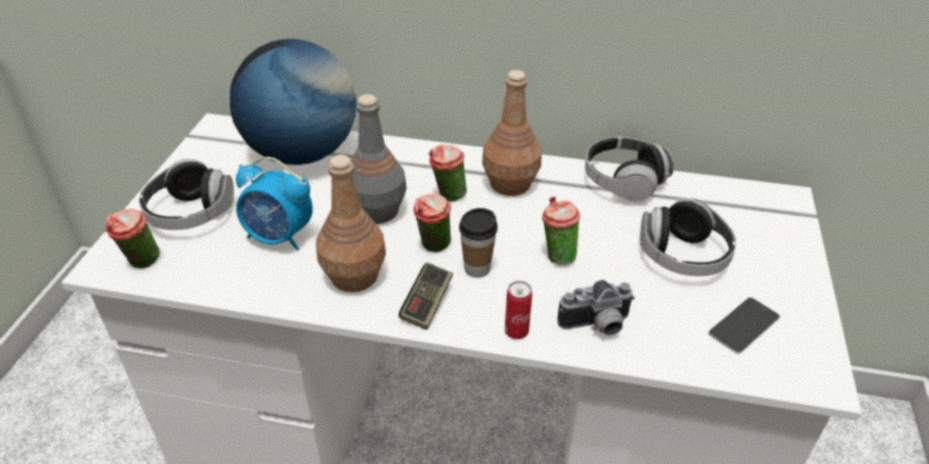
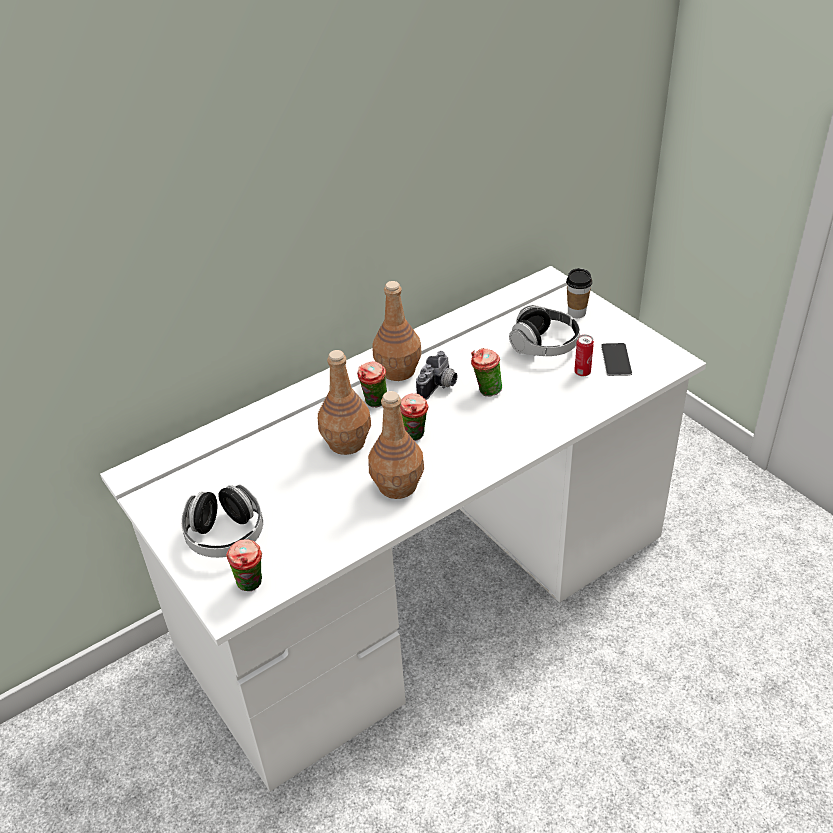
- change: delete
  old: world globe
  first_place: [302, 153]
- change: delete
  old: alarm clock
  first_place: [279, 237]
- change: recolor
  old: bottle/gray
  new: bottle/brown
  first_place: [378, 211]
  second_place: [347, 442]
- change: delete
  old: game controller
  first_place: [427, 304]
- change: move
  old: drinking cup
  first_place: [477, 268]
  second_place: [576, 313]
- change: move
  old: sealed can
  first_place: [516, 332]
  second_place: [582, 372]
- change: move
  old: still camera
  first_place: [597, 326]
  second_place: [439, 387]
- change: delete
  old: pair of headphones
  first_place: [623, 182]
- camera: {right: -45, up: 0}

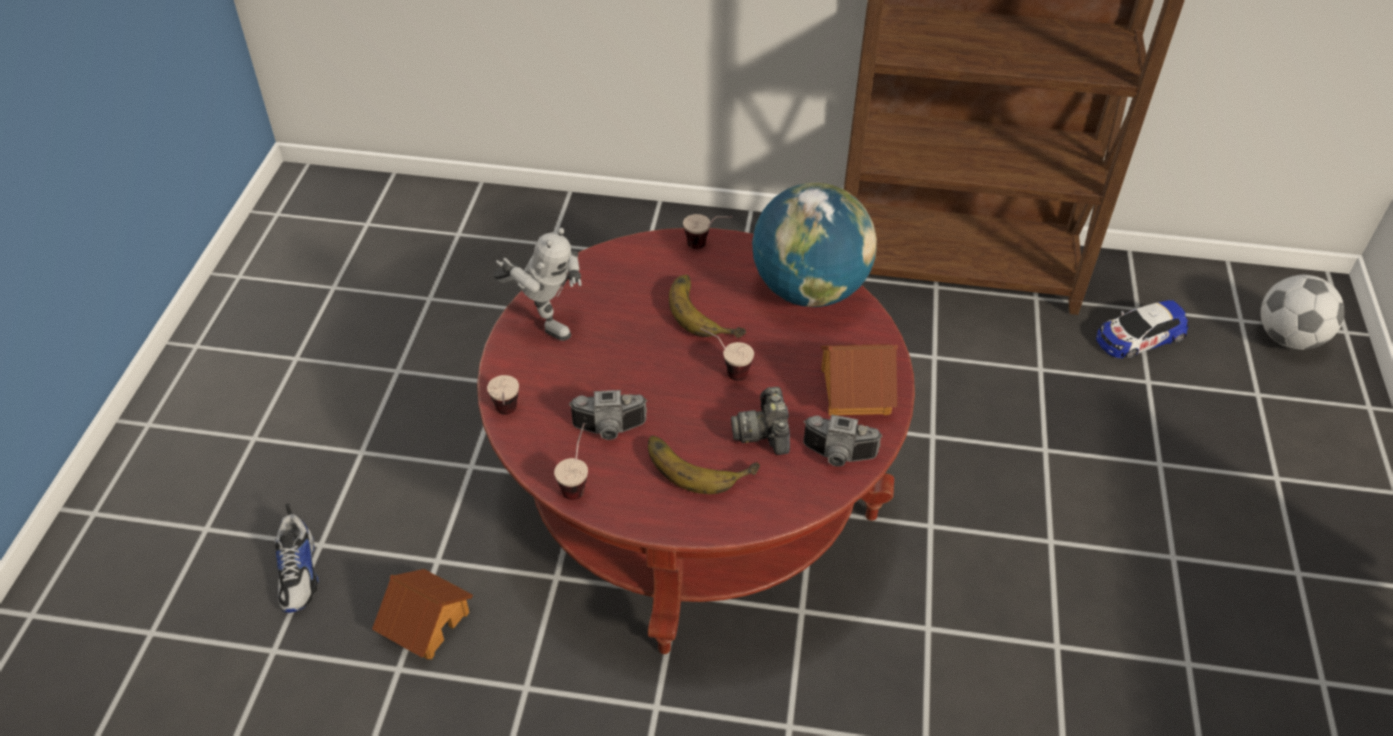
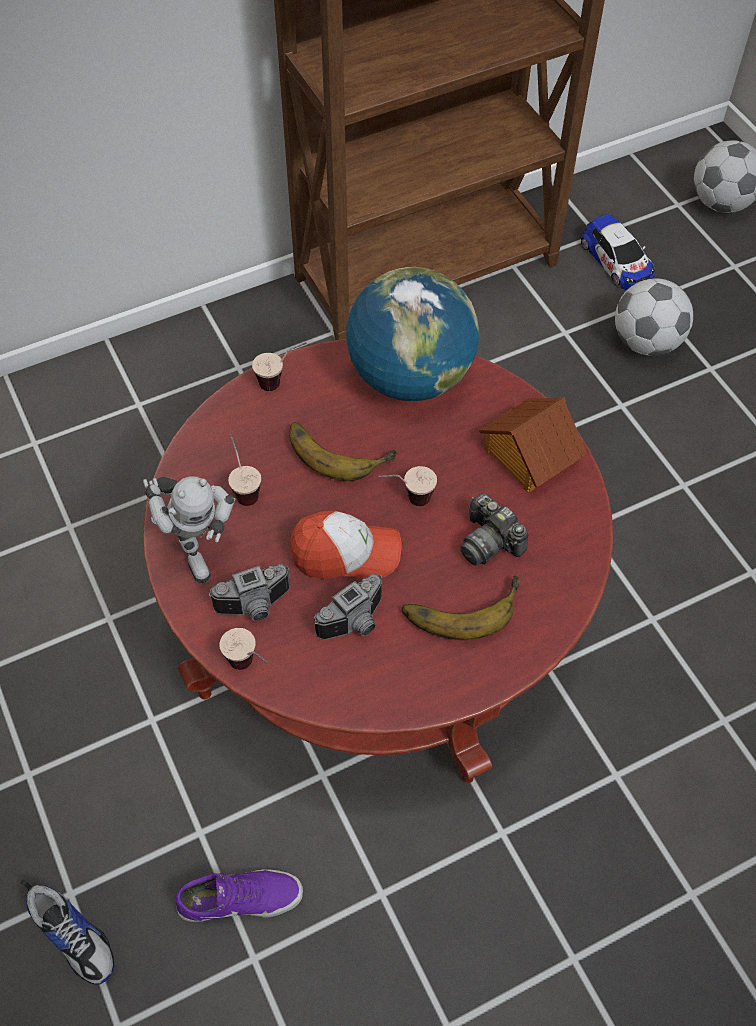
- change: replace
  old: toy house
  new: low shoe/purplish
  first_place: [425, 622]
  second_place: [240, 897]
- change: rotate
  old: robot figure
  first_place: [544, 320]
  second_place: [195, 546]
  degrees: 60
- change: move
  old: drinking cup
  first_place: [577, 481]
  second_place: [243, 487]
- change: move
  old: still camera
  first_place: [838, 457]
  second_place: [255, 607]
- change: rotate
  old: model car
  first_place: [1139, 337]
  second_place: [616, 260]
  degrees: -60
- change: insert
  new: cap
  second_place: [346, 553]
- change: insert
  new: ball for football
  second_place: [646, 342]
- camera: {right: -35, up: 10}

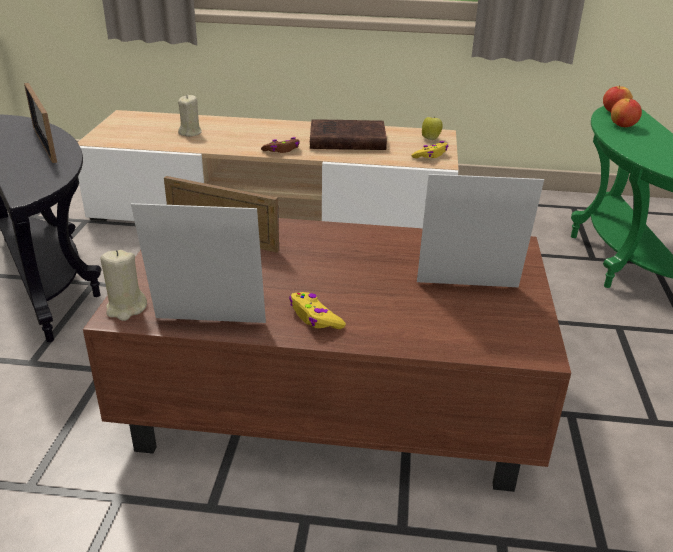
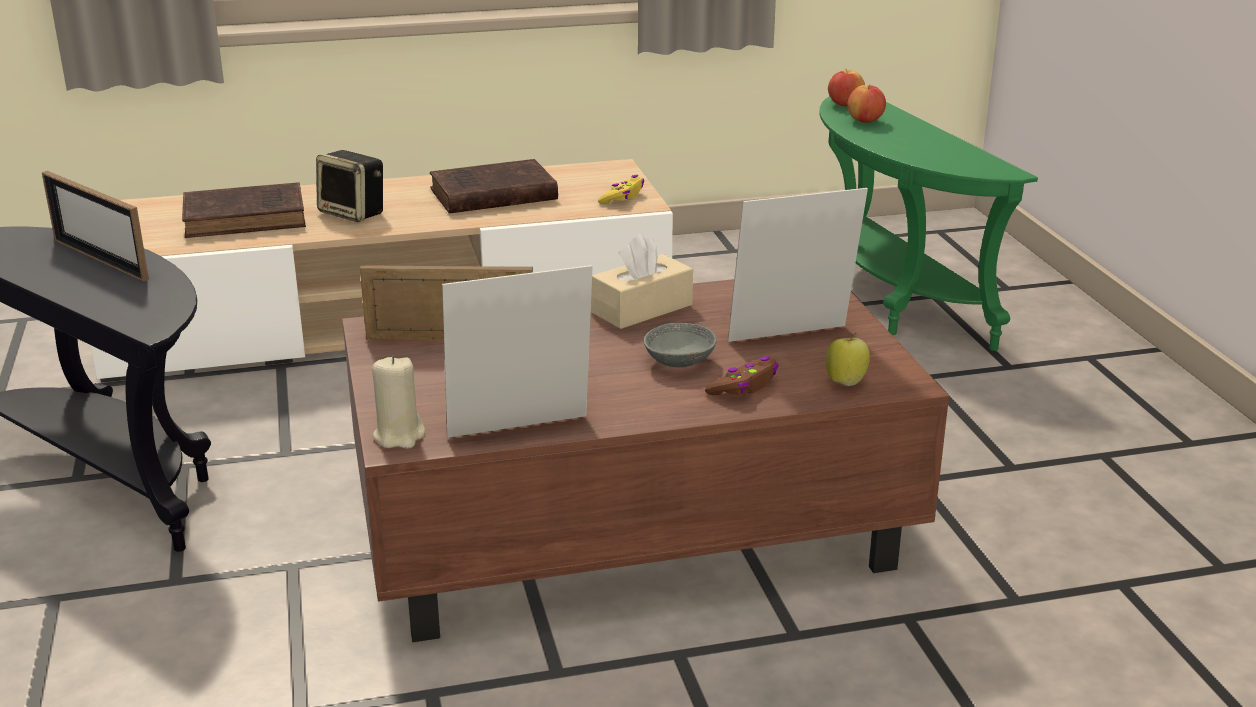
- change: replace
  old: wax candle/beige
  new: book/brown
  first_place: [190, 133]
  second_place: [249, 218]
- change: move
  old: game controller/brown
  first_place: [282, 150]
  second_place: [744, 386]
- change: delete
  old: game controller/yellowish
  first_place: [315, 318]
- change: move
  old: whole apple
  first_place: [430, 139]
  second_place: [845, 381]
- change: insert
  new: audio speaker
  second_place: [354, 213]
- change: insert
  new: tissue box/beige
  second_place: [642, 309]
- change: insert
  new: deep dish/gray
  second_place: [679, 362]
- camera: {right: -20, up: -5}

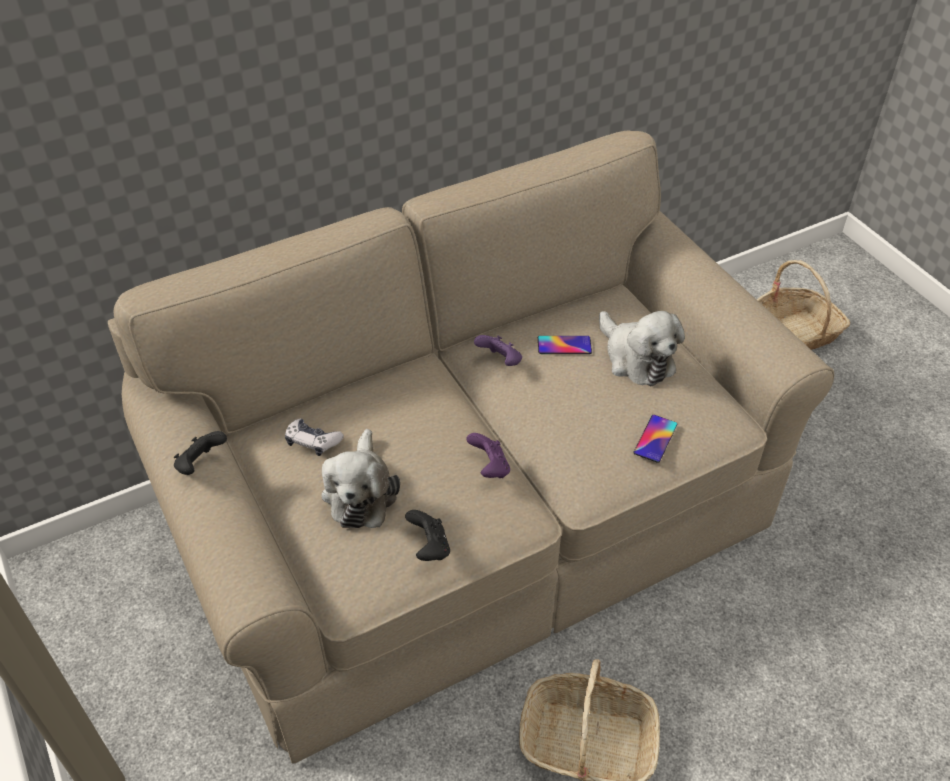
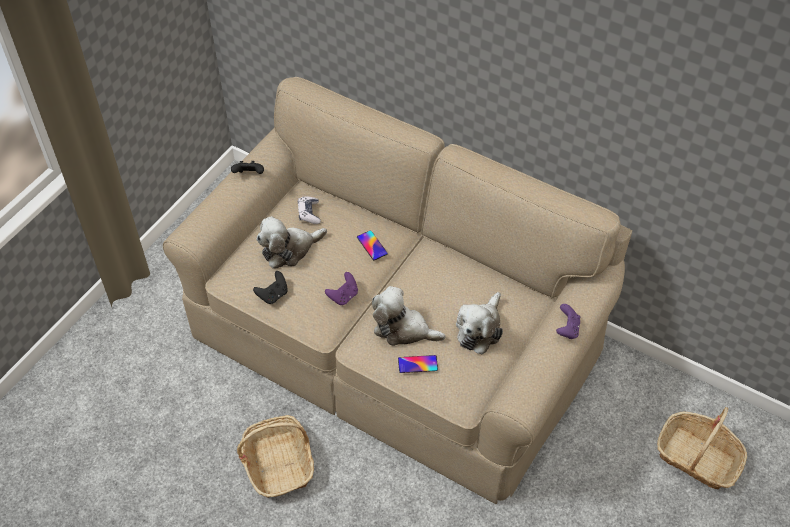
- change: move
  old: game controller/purplish
  first_place: [500, 361]
  second_place: [567, 329]
- change: move
  old: handset
  first_place: [564, 345]
  second_place: [372, 245]
- change: insert
  new: cuddly toy
  second_place: [403, 329]
- camera: {right: 60, up: 5}

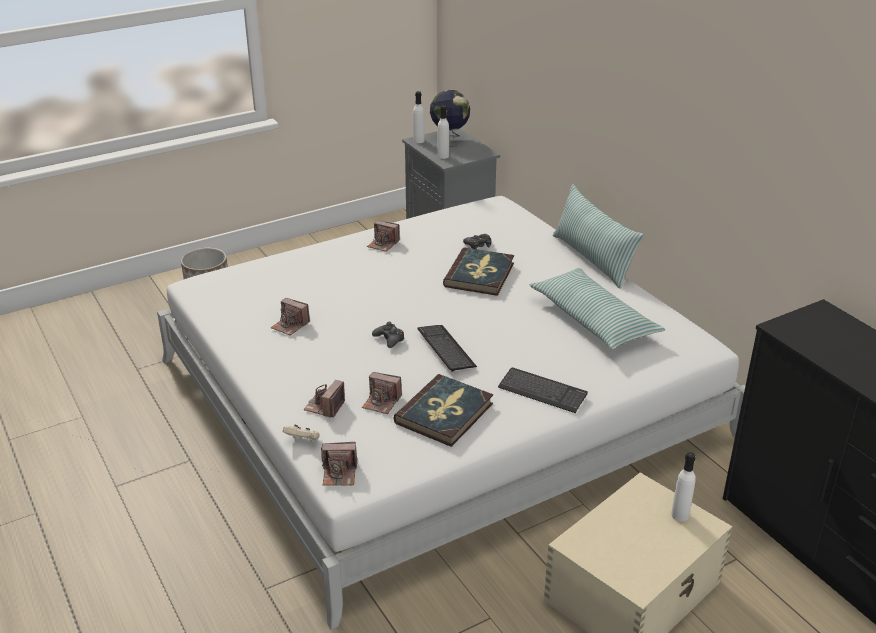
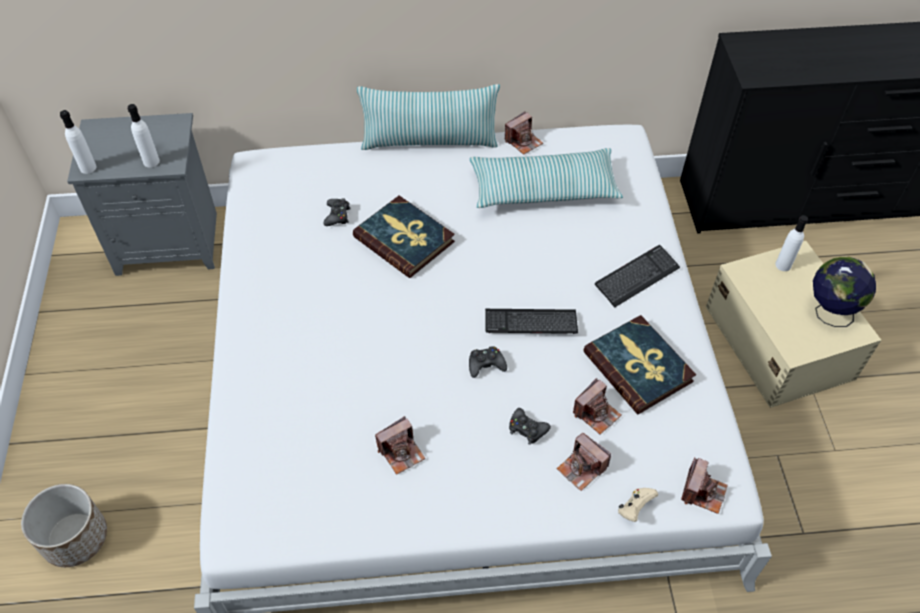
- change: move
  old: still camera
  first_place: [383, 244]
  second_place: [523, 141]
- change: move
  old: world globe
  first_place: [449, 139]
  second_place: [829, 313]
- change: insert
  new: game controller/blackish
  second_place: [527, 429]
- camera: {right: -65, up: 20}

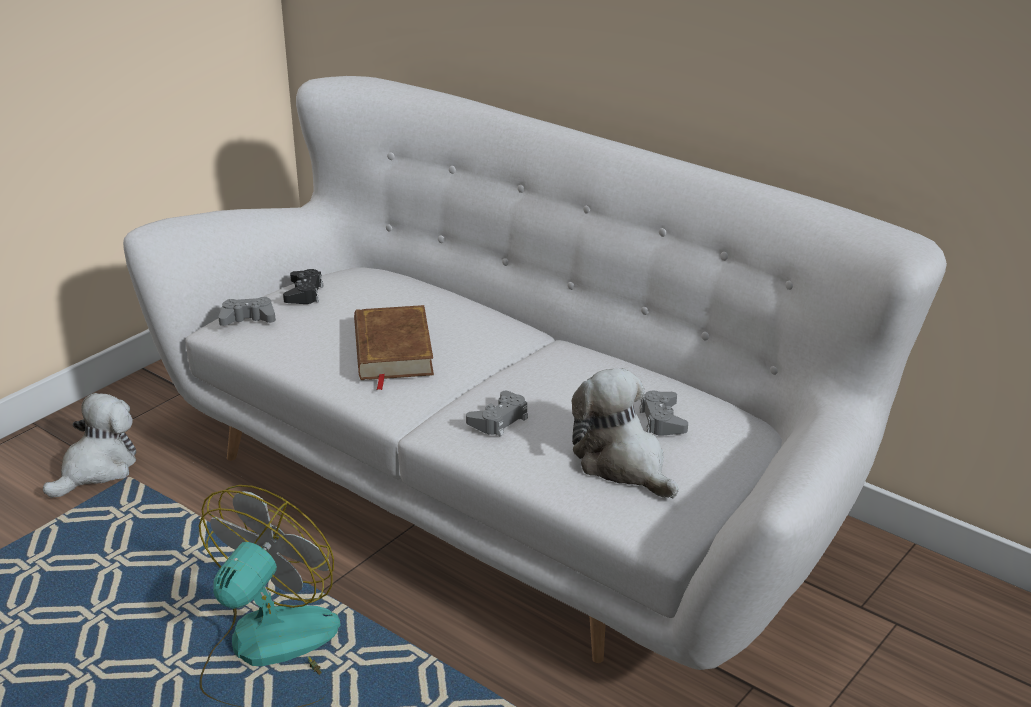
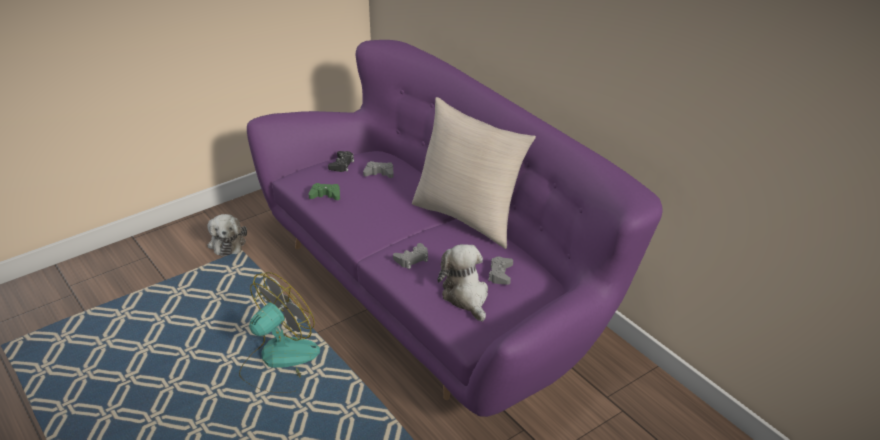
- change: rotate
  old: cuddly toy
  first_place: [97, 469]
  second_place: [227, 242]
  degrees: 120
- change: recolor
  old: settee/whitish
  new: settee/purplish
  first_place: [514, 501]
  second_place: [439, 299]
- change: move
  old: game controller/gray
  first_place: [248, 318]
  second_place: [379, 173]
- change: delete
  old: book/brown
  first_place: [392, 350]
- change: insert
  new: game controller/green-coloured
  second_place: [325, 195]
- change: insert
  new: pillow/beige
  second_place: [469, 217]
- camera: {right: 15, up: 5}

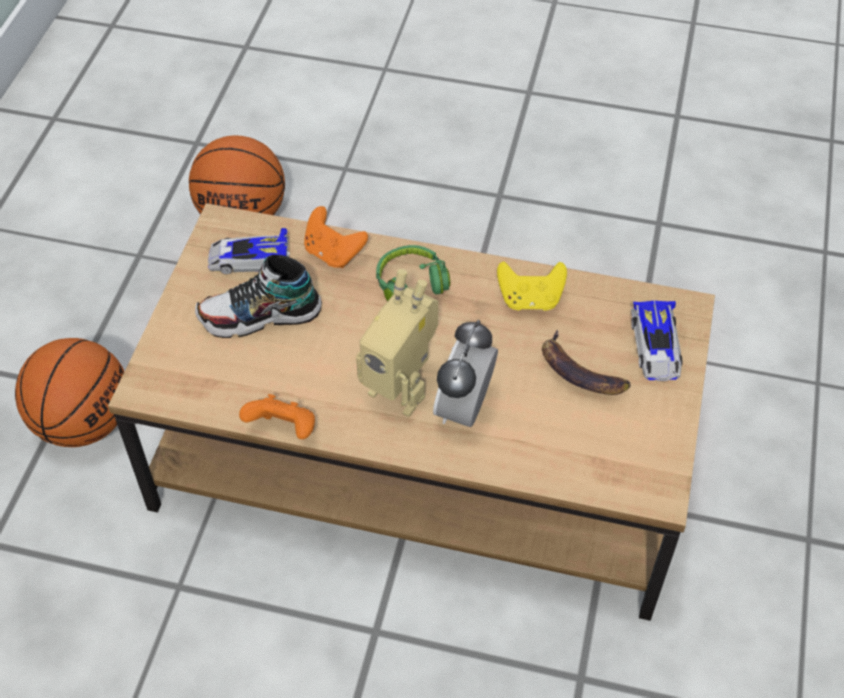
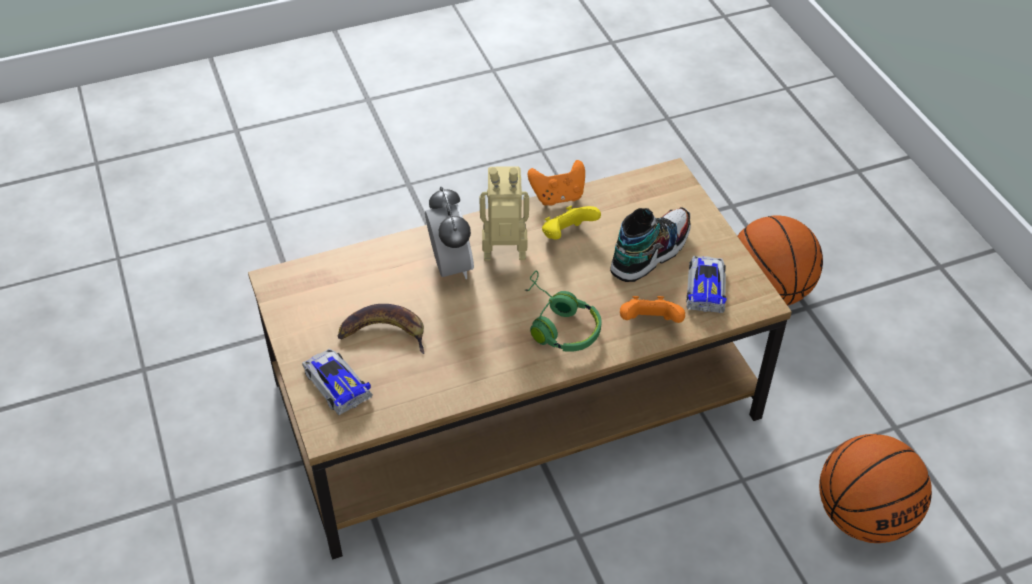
- change: rotate
  old: model car
  first_place: [249, 259]
  second_place: [705, 286]
  degrees: -45
- change: move
  old: game controller/yellowish
  first_place: [530, 300]
  second_place: [567, 235]
- camera: {right: 145, up: -5}

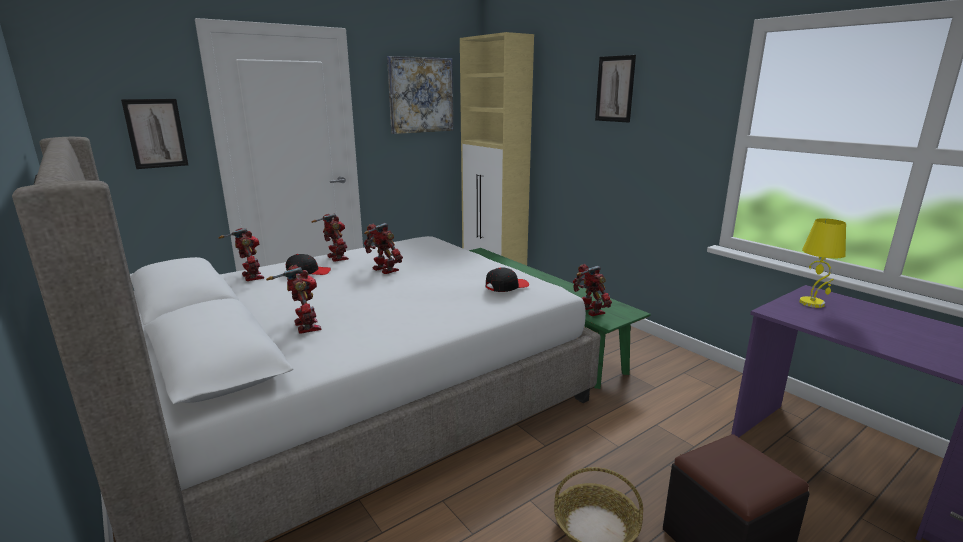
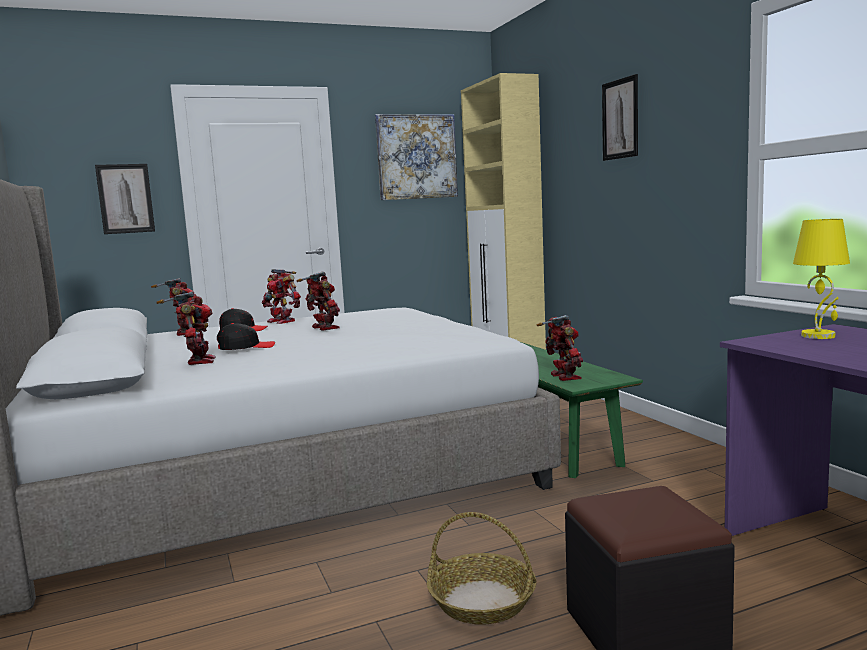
- change: rotate
  old: robot figure
  first_place: [336, 258]
  second_place: [283, 321]
  degrees: 150
- change: move
  old: cap/blackish
  first_place: [506, 286]
  second_place: [246, 347]
- camera: {right: 15, up: -10}

